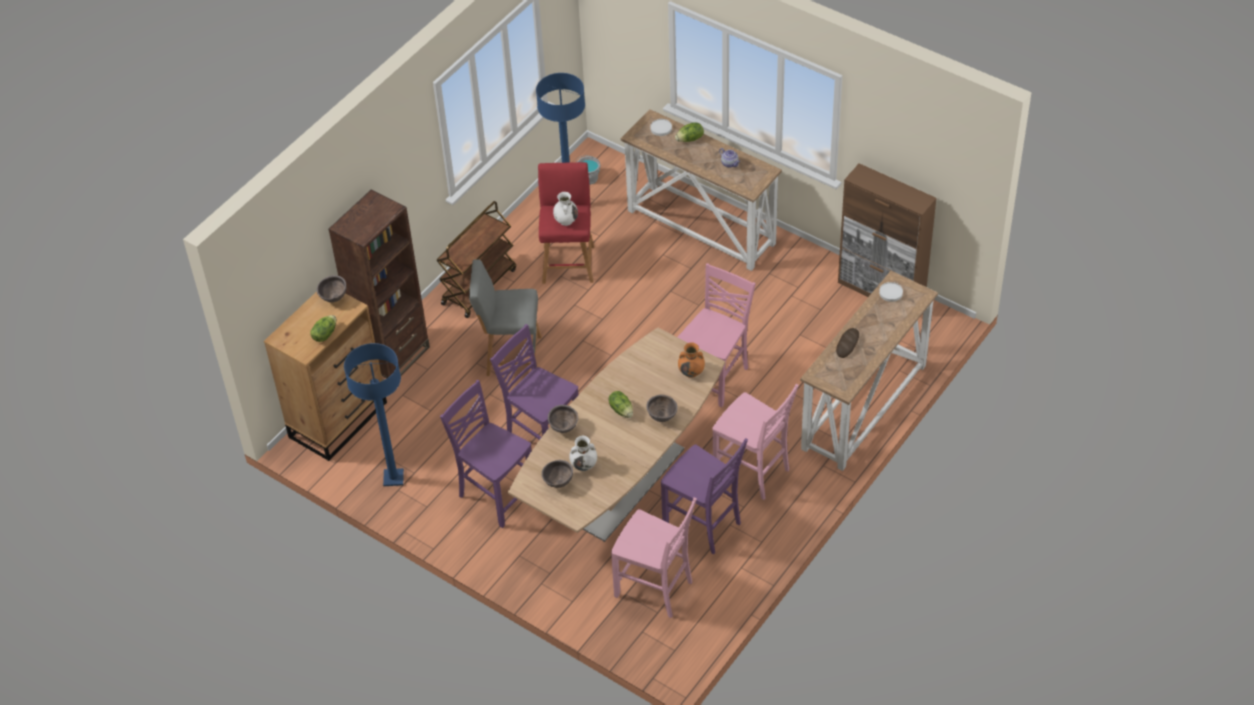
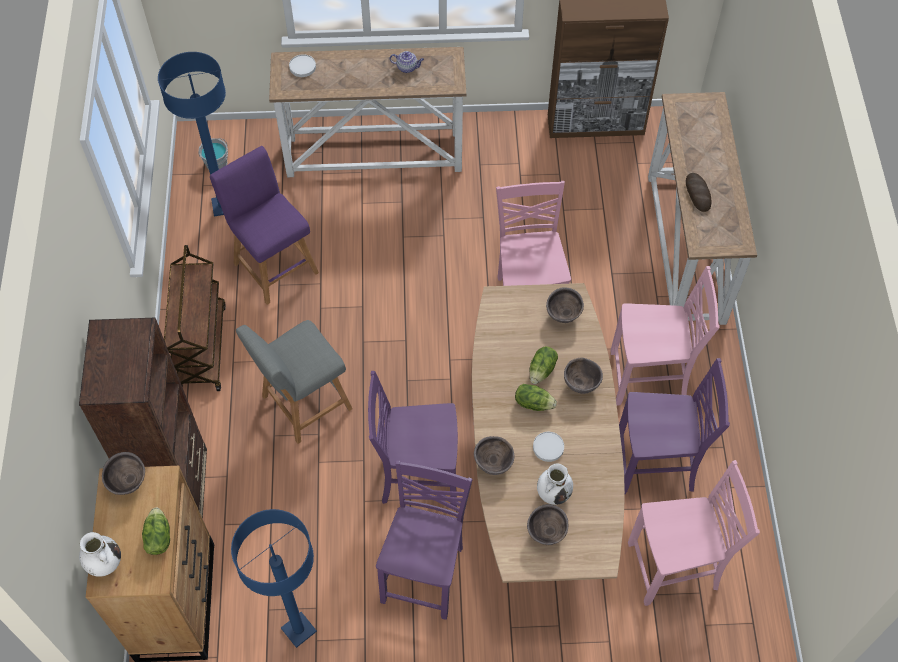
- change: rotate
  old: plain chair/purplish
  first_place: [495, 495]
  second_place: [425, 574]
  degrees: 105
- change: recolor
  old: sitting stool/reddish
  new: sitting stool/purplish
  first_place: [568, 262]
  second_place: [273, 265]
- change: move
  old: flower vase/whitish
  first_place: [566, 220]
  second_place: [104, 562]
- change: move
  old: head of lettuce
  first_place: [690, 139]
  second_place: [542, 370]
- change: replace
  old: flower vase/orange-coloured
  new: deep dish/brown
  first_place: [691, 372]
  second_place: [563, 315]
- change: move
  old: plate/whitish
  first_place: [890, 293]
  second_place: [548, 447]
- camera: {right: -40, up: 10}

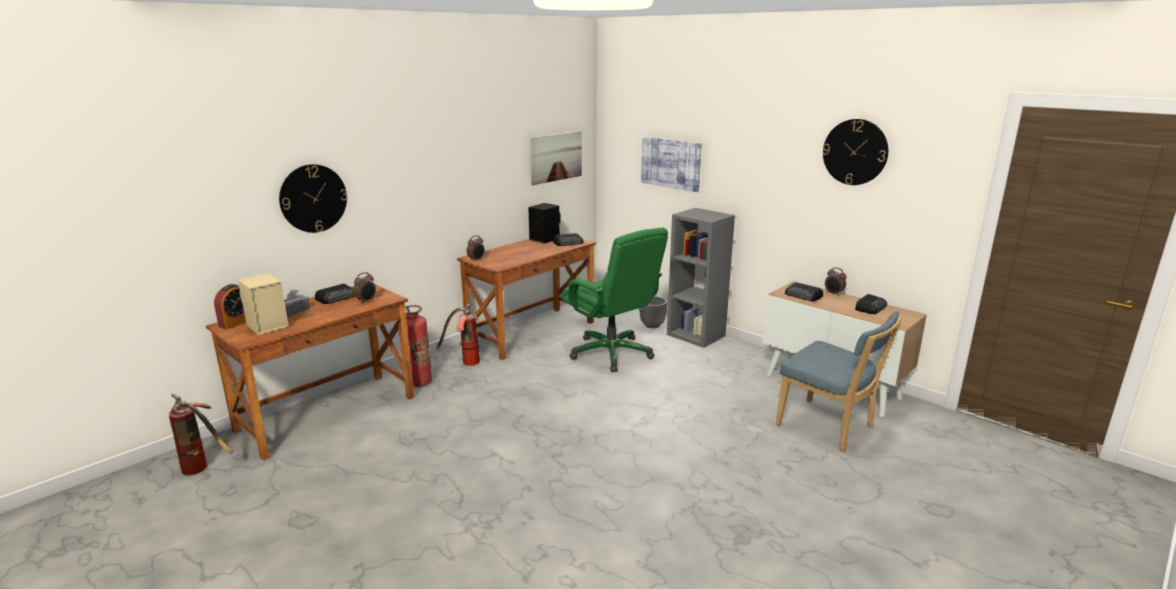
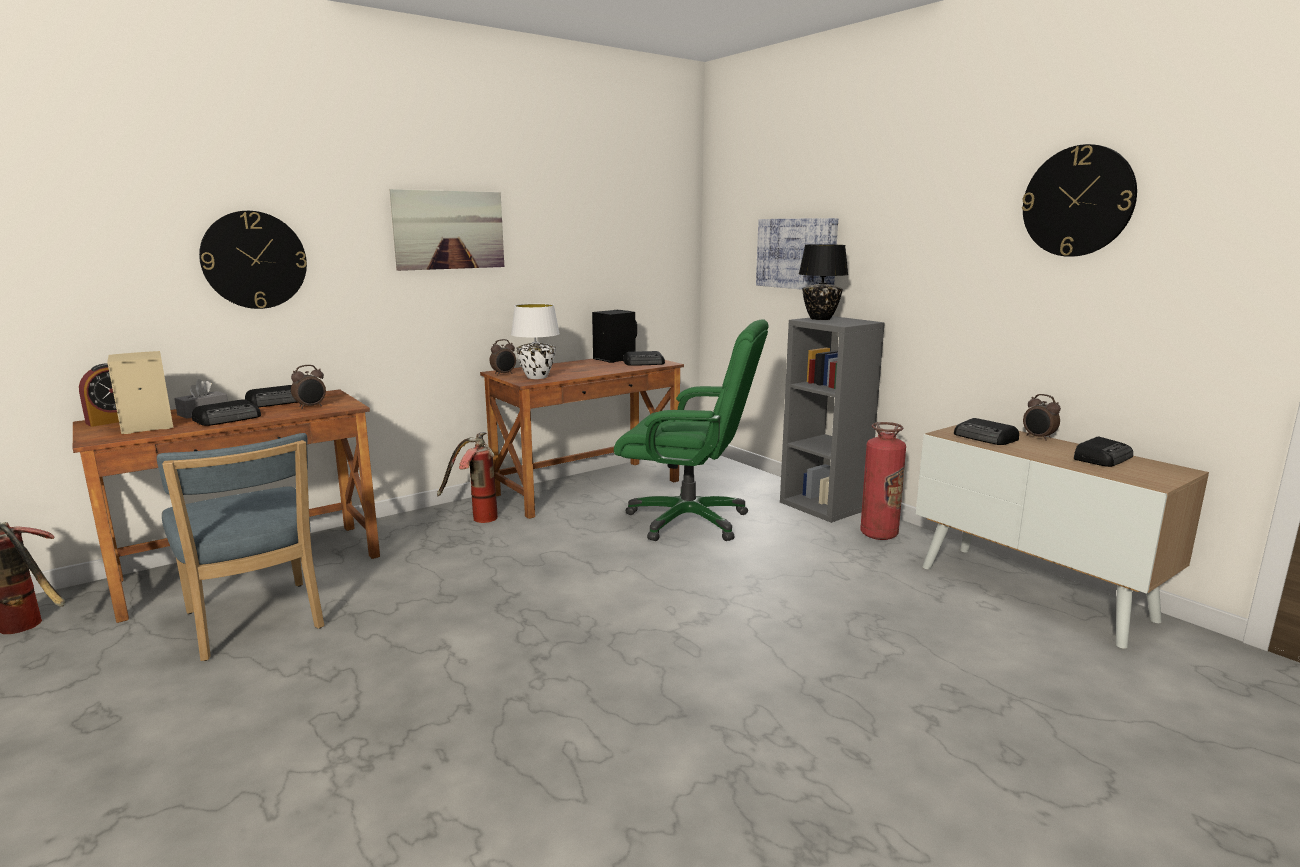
- change: move
  old: fire extinguisher
  first_place: [419, 382]
  second_place: [878, 534]
- change: move
  old: wall art
  first_place: [556, 157]
  second_place: [449, 230]
- change: rotate
  old: computer chair/green-coloured
  first_place: [612, 353]
  second_place: [689, 520]
  degrees: -45
- change: delete
  old: flower pot
  first_place: [652, 325]
- change: move
  old: plain chair/bluish
  first_place: [828, 427]
  second_place: [256, 623]
- change: insert
  new: radio
  second_place: [229, 419]
- change: insert
  new: table lamp/whitish
  second_place: [537, 377]
- change: insert
  new: table lamp/blackish
  second_place: [820, 318]
- camera: {right: 10, up: -5}

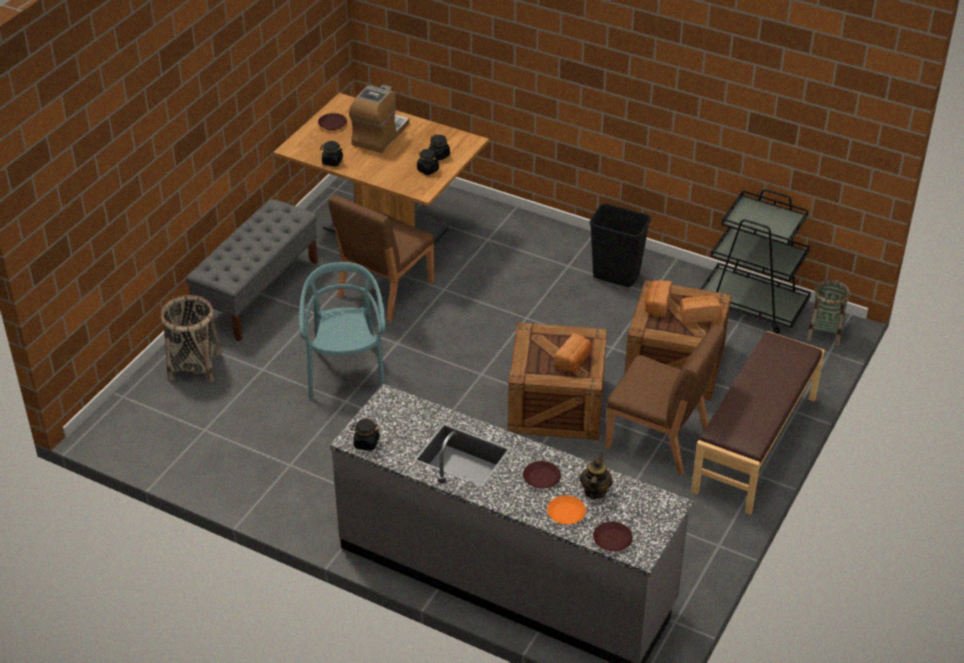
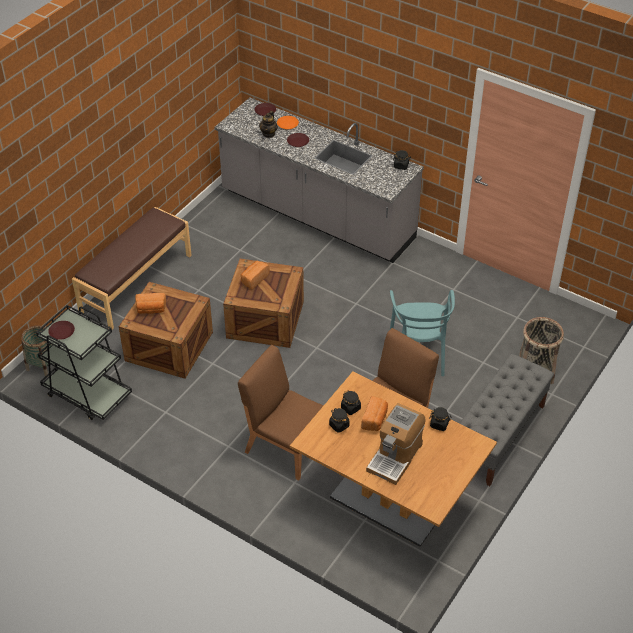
- change: move
  old: plate/brown
  first_place: [333, 124]
  second_place: [61, 332]
- change: delete
  old: rubbish bin/blackish
  first_place: [617, 275]
- change: move
  old: plain chair/brown
  first_place: [658, 439]
  second_place: [286, 446]
- change: move
  old: bread
  first_place: [657, 305]
  second_place: [375, 420]
- camera: {right: -175, up: 5}

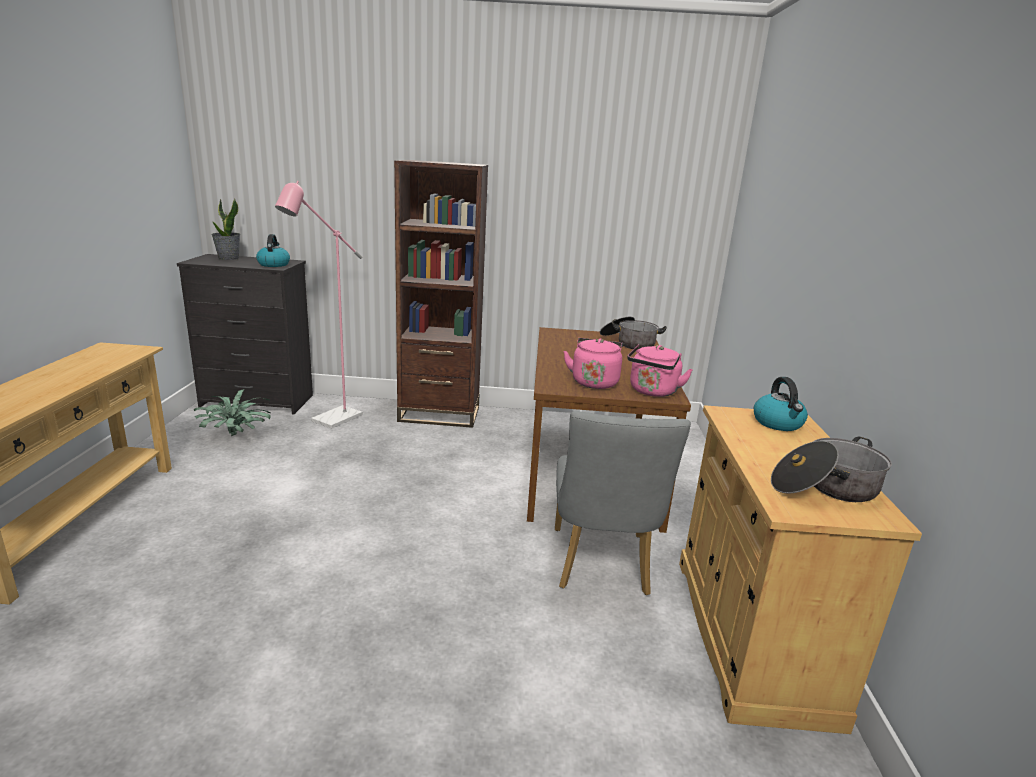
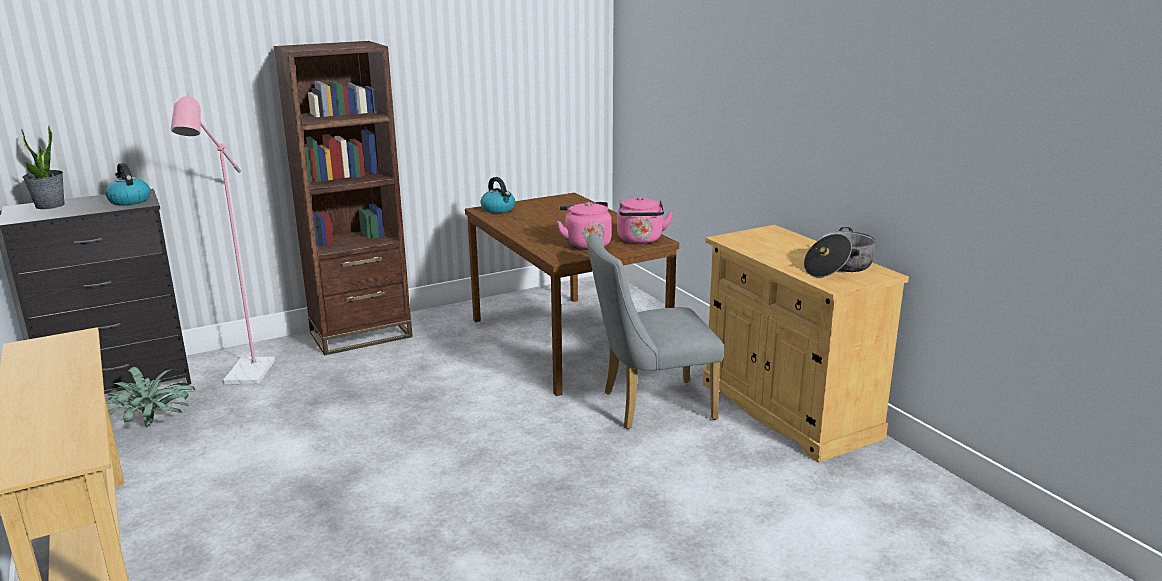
- change: rotate
  old: plain chair/gray
  first_place: [601, 566]
  second_place: [649, 406]
  degrees: 105
- change: delete
  old: saucepot
  first_place: [629, 343]
- change: move
  old: kettle
  first_place: [778, 423]
  second_place: [498, 209]
- camera: {right: -30, up: 0}

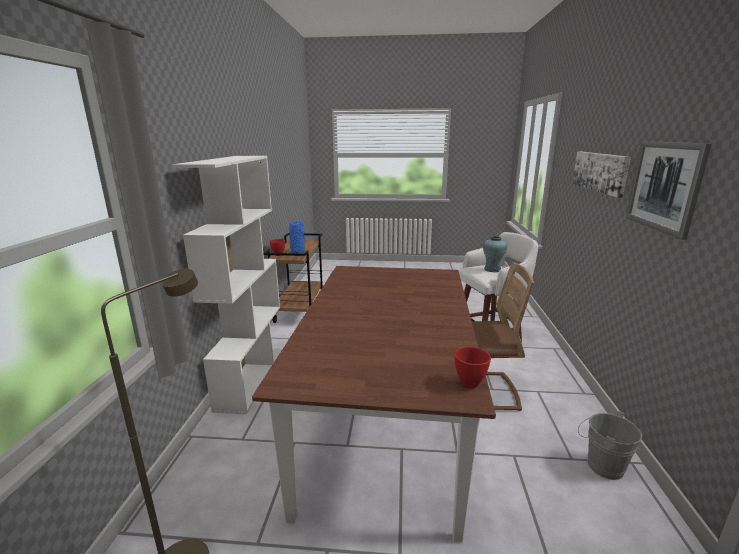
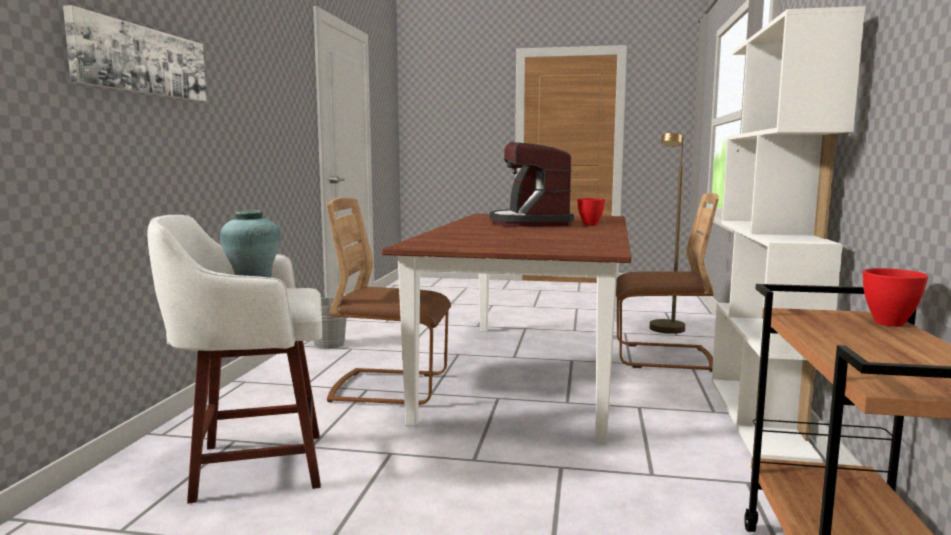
- change: delete
  old: flower vase/bluish
  first_place: [297, 252]
- change: move
  old: deep dish/reddish
  first_place: [469, 384]
  second_place: [590, 225]
- change: delete
  old: wall art
  first_place: [664, 186]
- change: insert
  new: coffee maker
  second_place: [530, 223]
- change: insert
  new: plain chair/brown
  second_place: [661, 357]
- camera: {right: -175, up: -10}

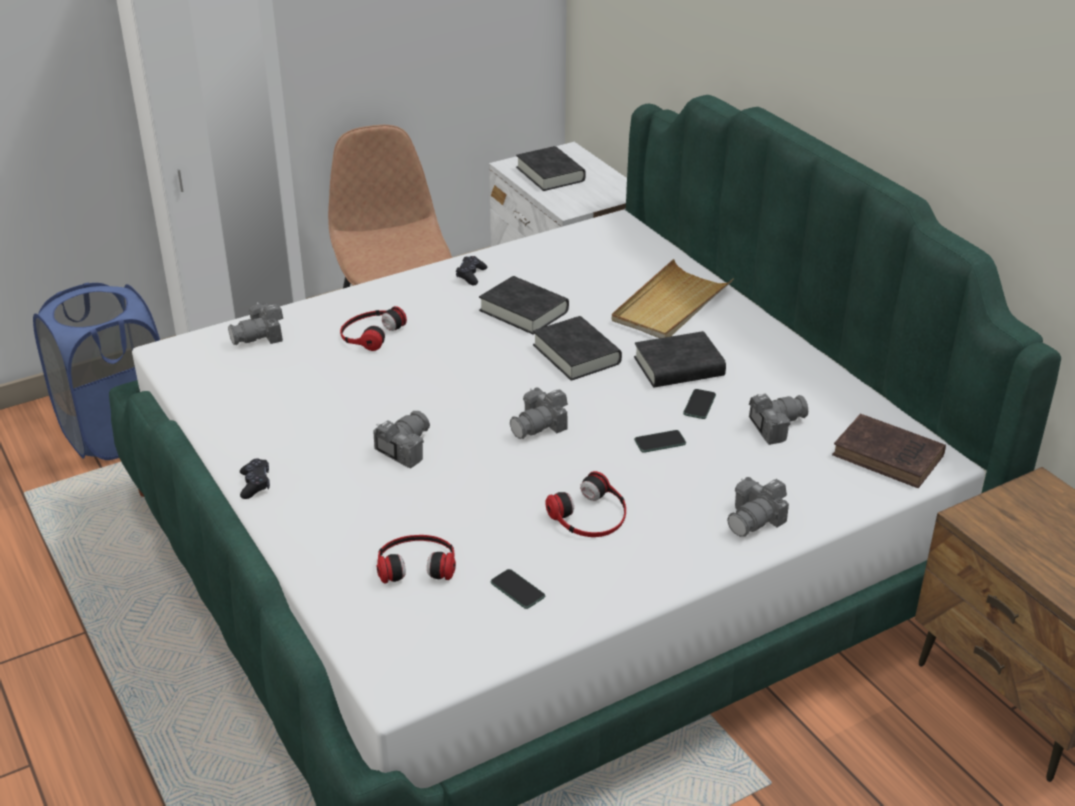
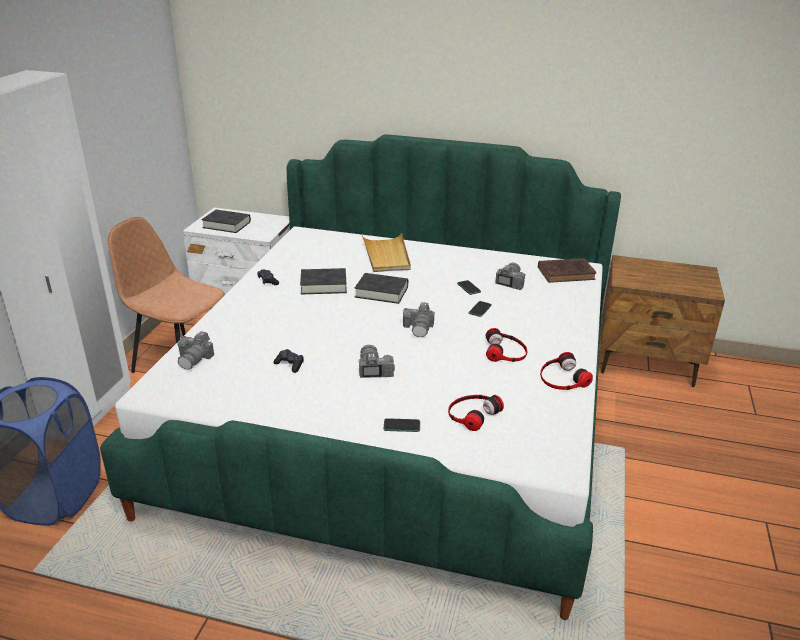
- change: move
  old: game controller/blackish
  first_place: [255, 484]
  second_place: [290, 365]
- change: move
  old: pair of headphones
  first_place: [370, 333]
  second_place: [562, 378]
- change: move
  old: handset
  first_place: [517, 590]
  second_place: [402, 426]
- change: delete
  old: book/blackish
  first_place: [679, 367]
- change: delete
  old: still camera
  first_place: [755, 519]
- camera: {right: -45, up: -5}

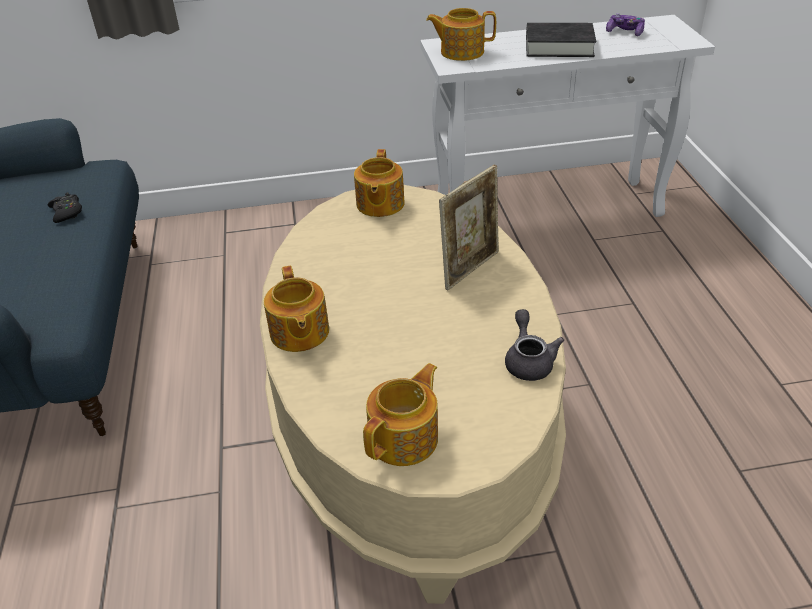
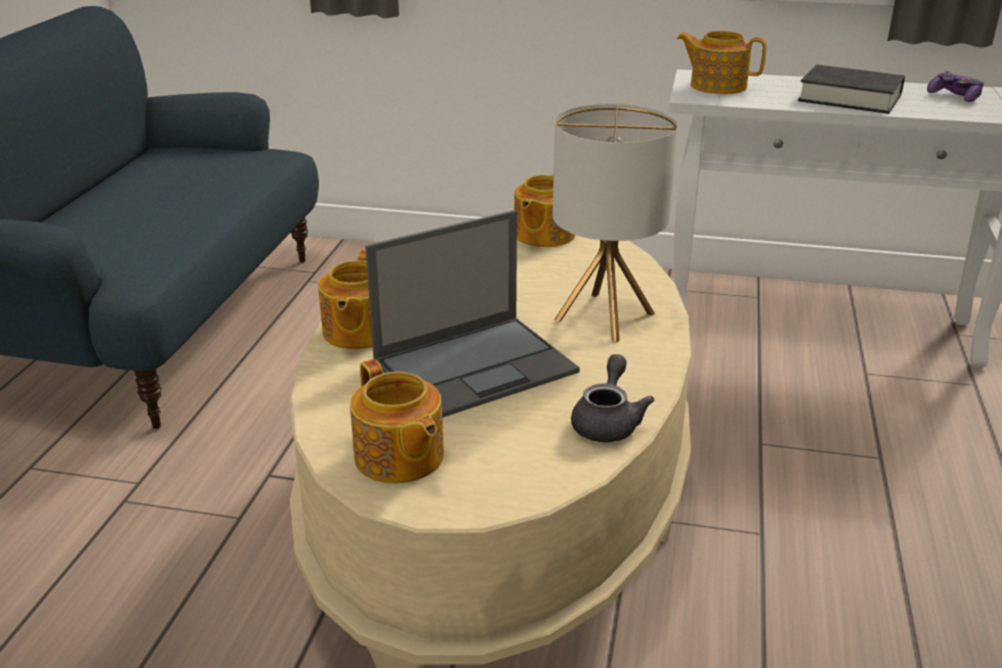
- change: delete
  old: game controller/blackish
  first_place: [67, 212]
- change: rotate
  old: teapot
  first_place: [405, 438]
  second_place: [399, 458]
  degrees: 90
- change: replace
  old: picture frame
  new: table lamp
  first_place: [470, 268]
  second_place: [605, 316]
- change: insert
  new: notebook computer
  second_place: [477, 366]
- camera: {right: 20, up: -10}

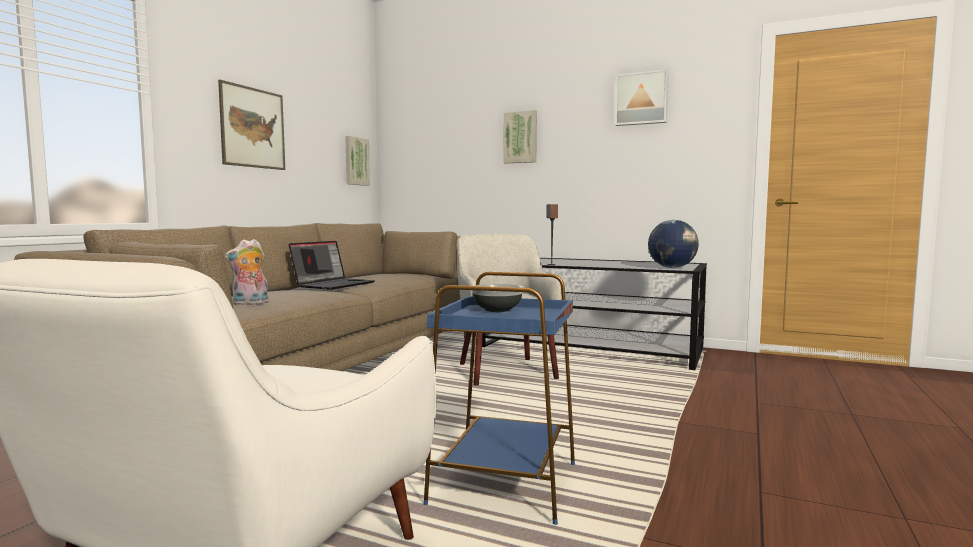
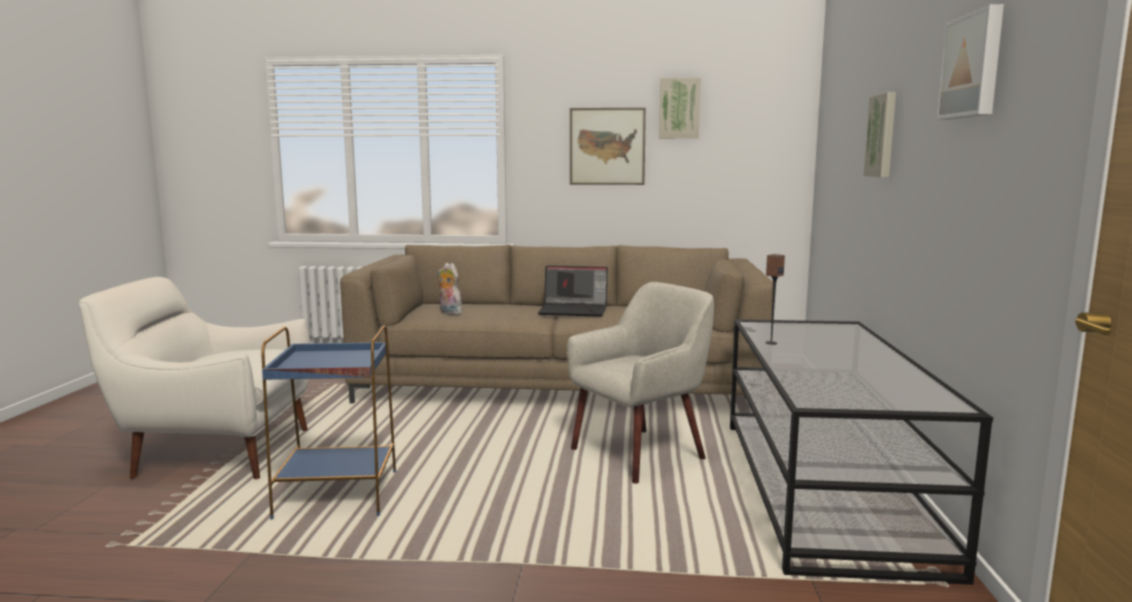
- change: move
  old: wall art
  first_place: [356, 161]
  second_place: [679, 108]
- change: delete
  old: deep dish
  first_place: [497, 310]
- change: delete
  old: world globe
  first_place: [672, 267]
- camera: {right: 70, up: 5}

